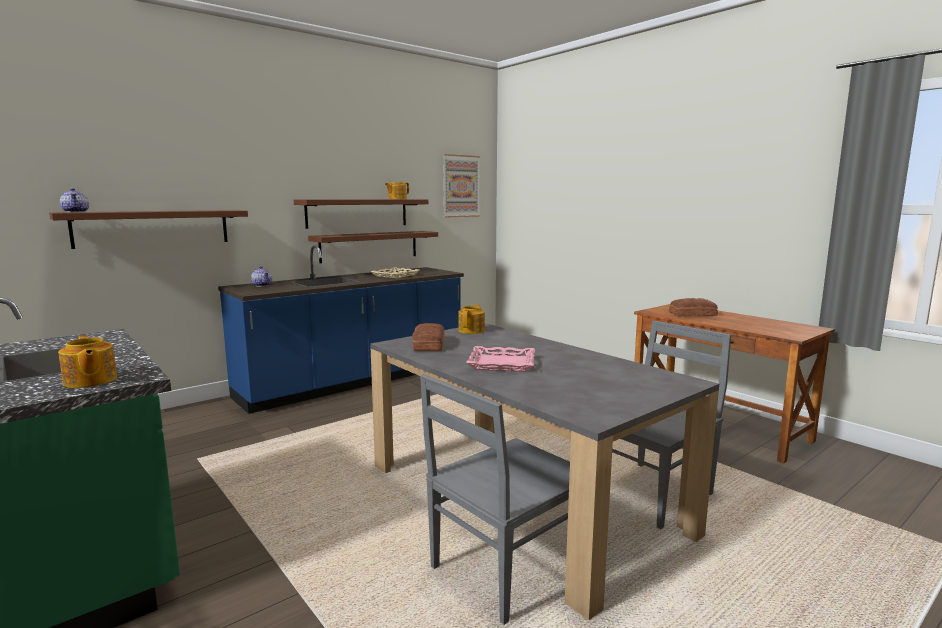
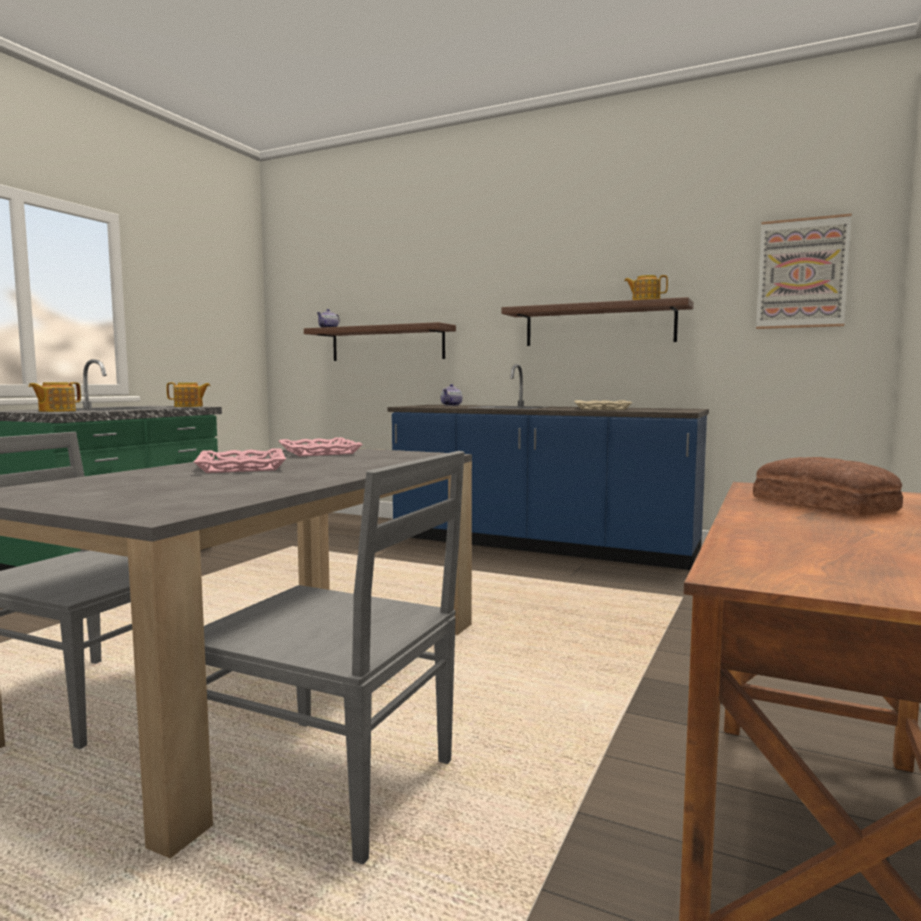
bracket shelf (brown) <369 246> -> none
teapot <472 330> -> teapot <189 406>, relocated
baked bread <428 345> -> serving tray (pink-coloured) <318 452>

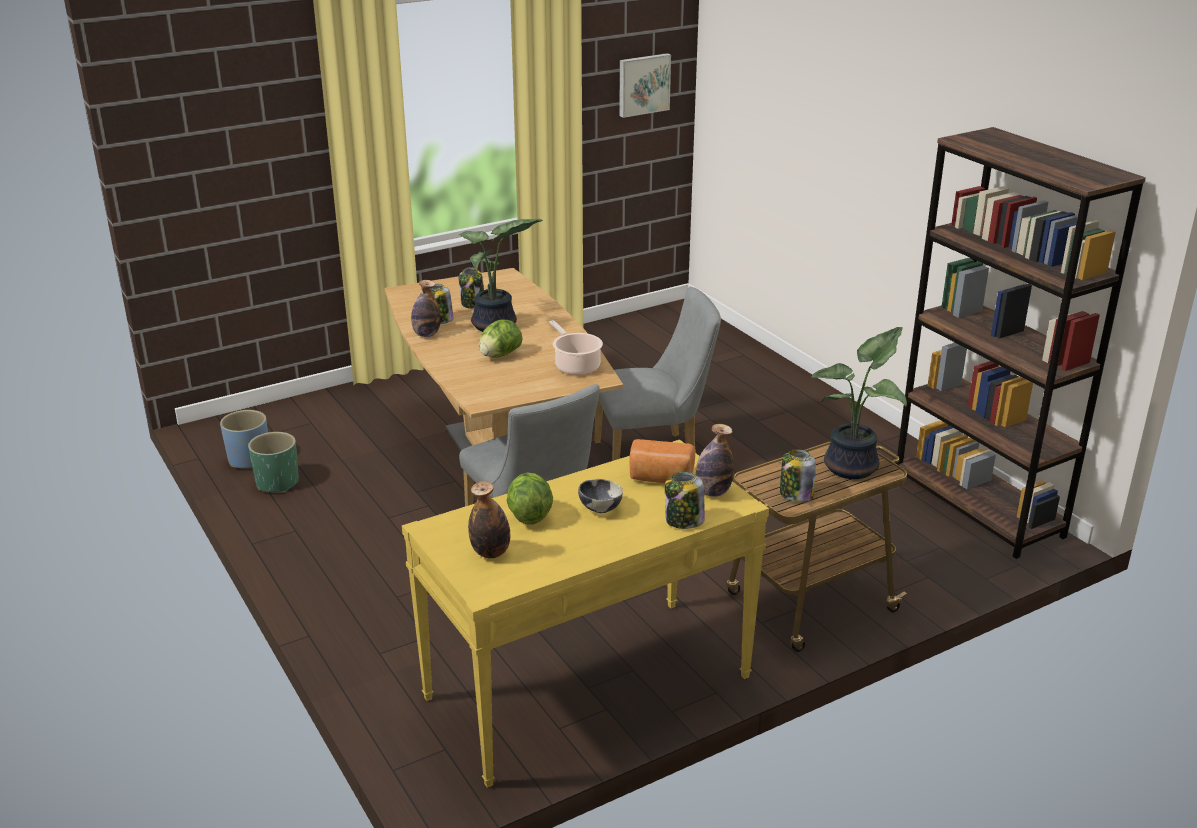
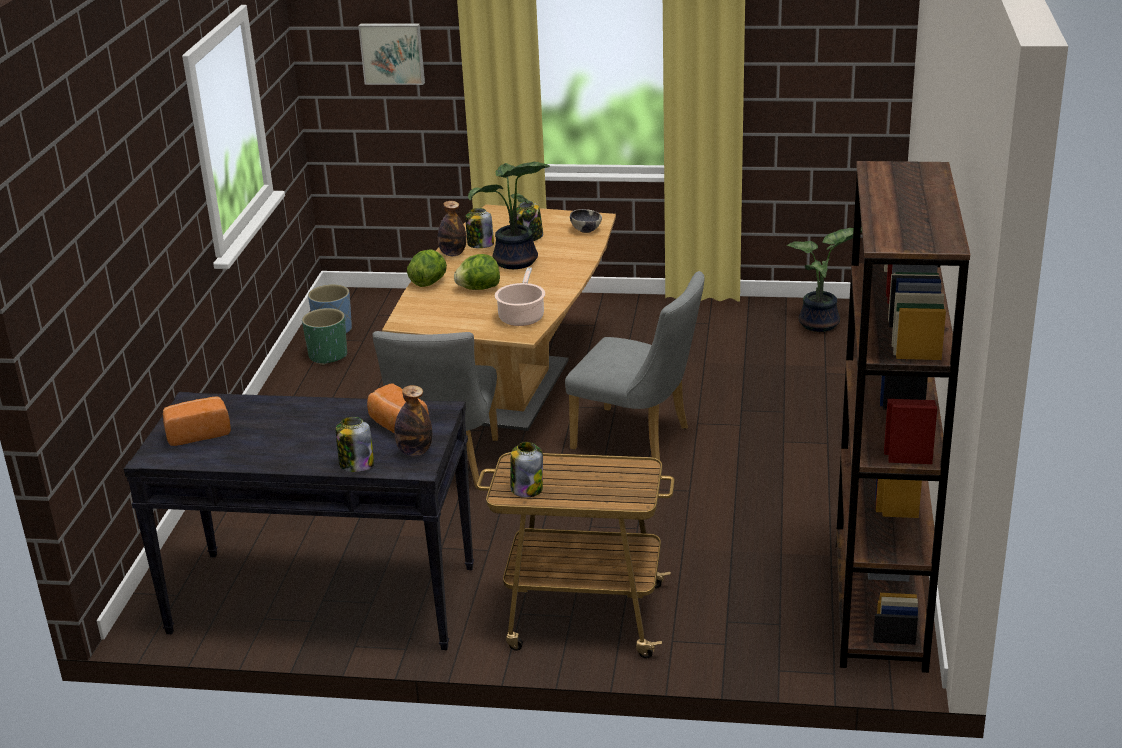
wall picture <643 84> -> wall picture <392 53>, relocated
plant in a pot <854 467> -> plant in a pot <821 325>, relocated
hall table (yellowish) <587 688> -> hall table (black-coloured) <322 600>
lettuce <529 515> -> lettuce <429 282>, relocated
bowl <600 508> -> bowl <586 230>, relocated
drink bottle <491 552> -> baked bread <198 433>

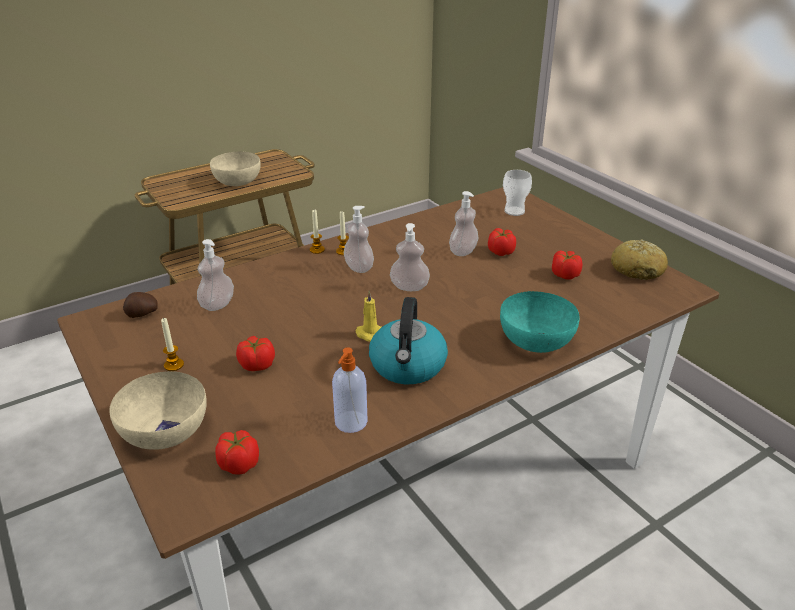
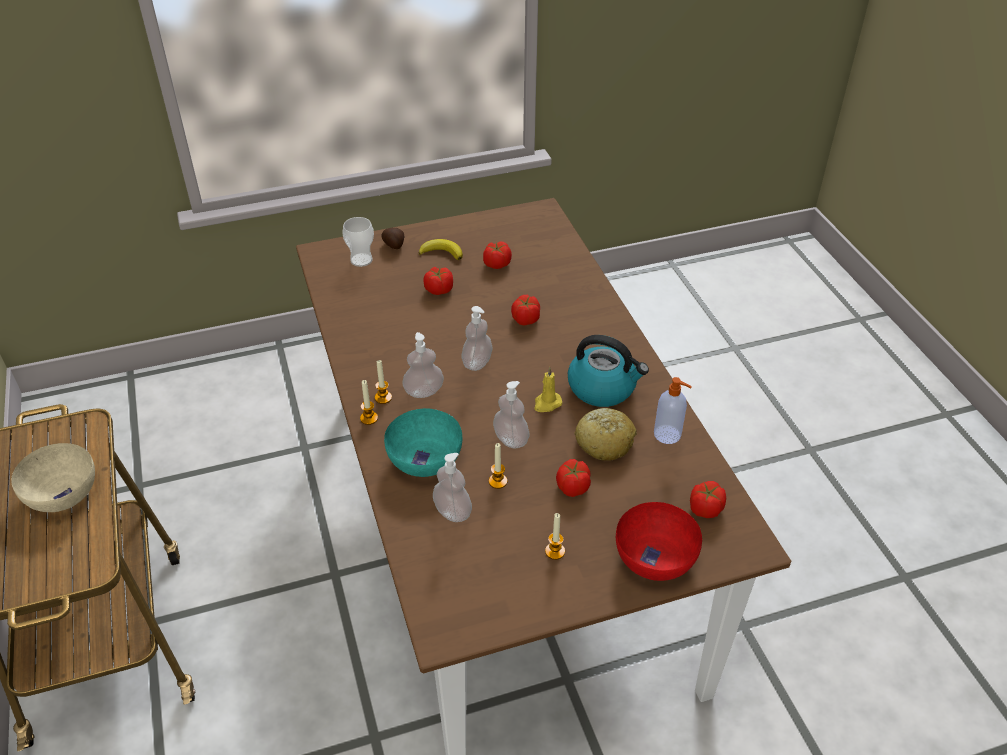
soap bottle <463 251> -> soap bottle <511 439>, relocated
baked bread <637 270> -> baked bread <604 442>, relocated
bowl (turquoise-coloured) <535 340> -> bowl (turquoise-coloured) <425 460>, relocated
spud <142 314> -> spud <394 245>, relocated
bowl (beige-coloured) <164 431> -> bowl (red-coloured) <655 559>
none -> banana <442 252>
none -> whole tomato <525 319>
none -> wax candle <498 481>

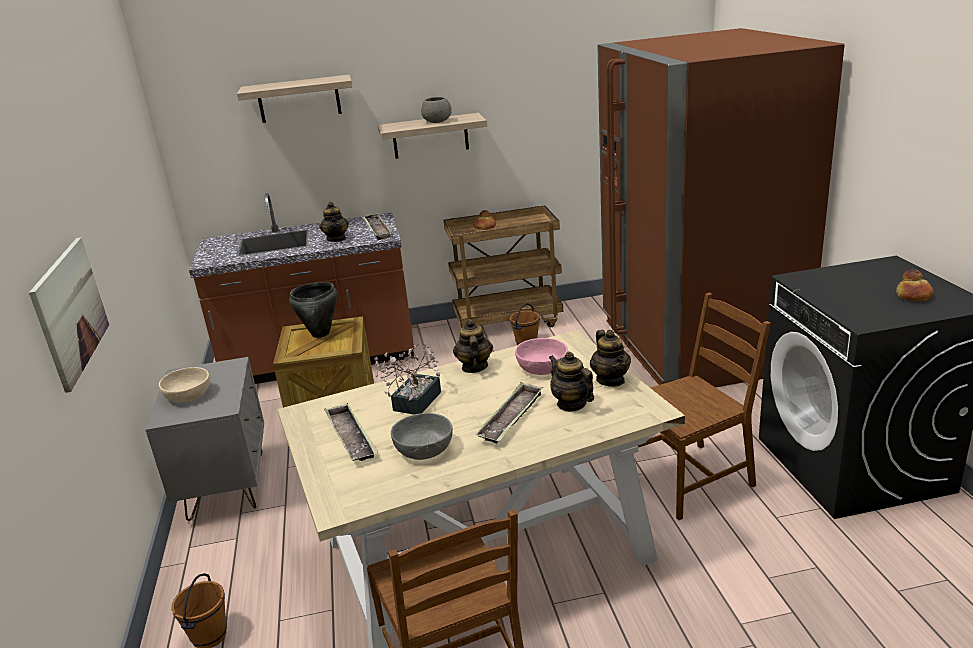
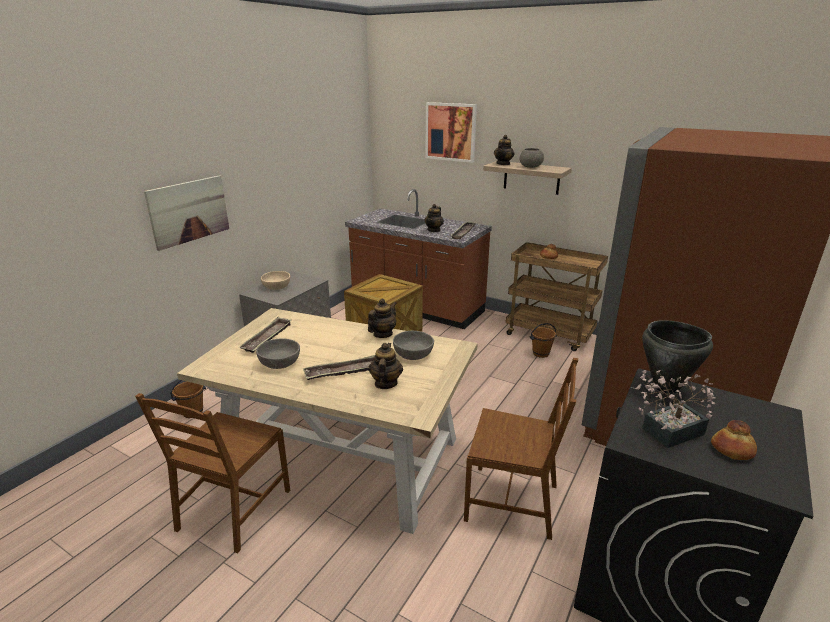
bracket shelf <299 99> -> wall picture <450 132>
saucepot (black-coloured) <321 333> -> saucepot (black-coloured) <666 387>, relocated
teapot <610 380> -> teapot <503 164>, relocated
bowl (pink-coloured) <542 367> -> bowl (greyish) <413 354>
plant in a pot <413 404> -> plant in a pot <667 433>, relocated

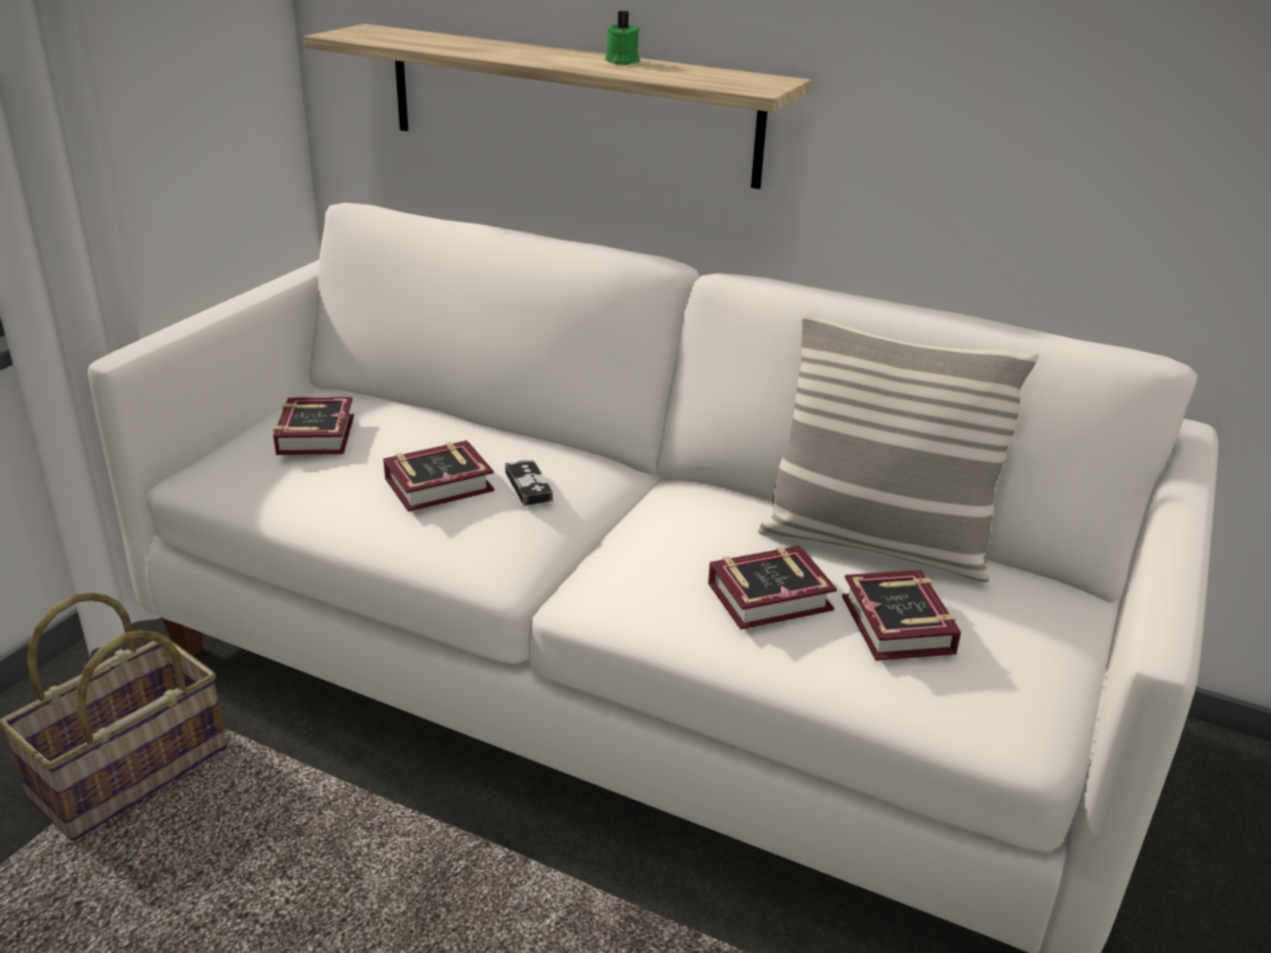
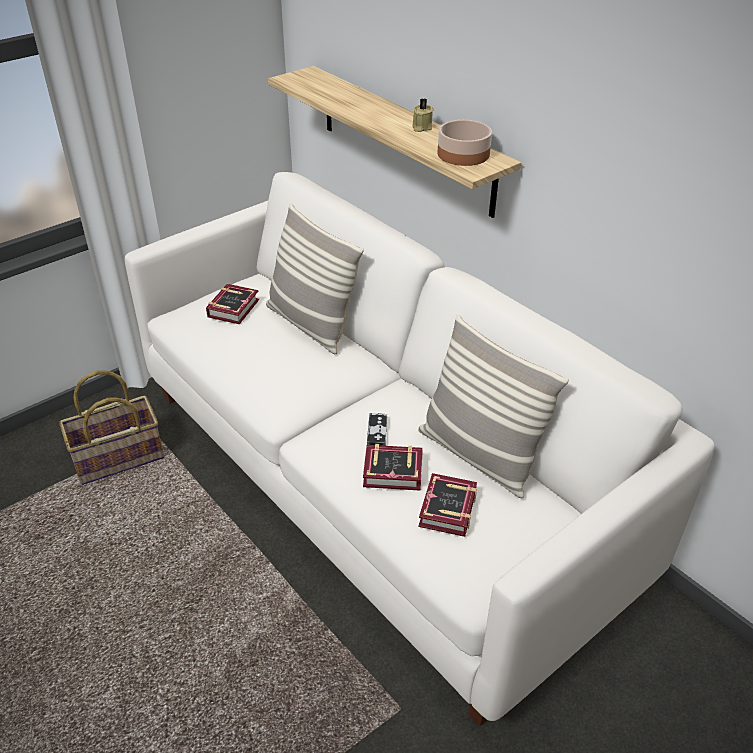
wax candle (green-coloured) <621 61> -> wax candle (beige-coloured) <421 127>
volume <444 485> -> none
gamepad <528 486> -> gamepad <377 432>, relocated
none -> bowl <462 154>
none -> pillow <311 325>

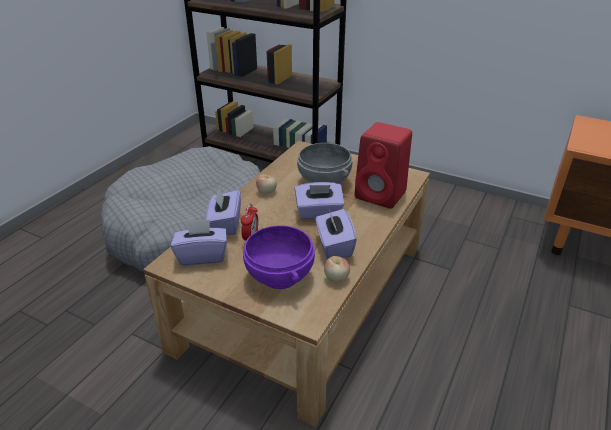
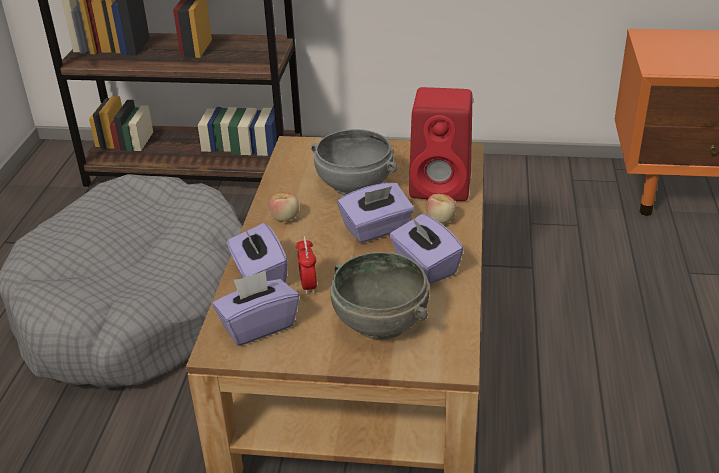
bowl (purplish) <281 275> -> bowl (greyish) <381 321>
apple <336 278> -> apple <440 220>, relocated

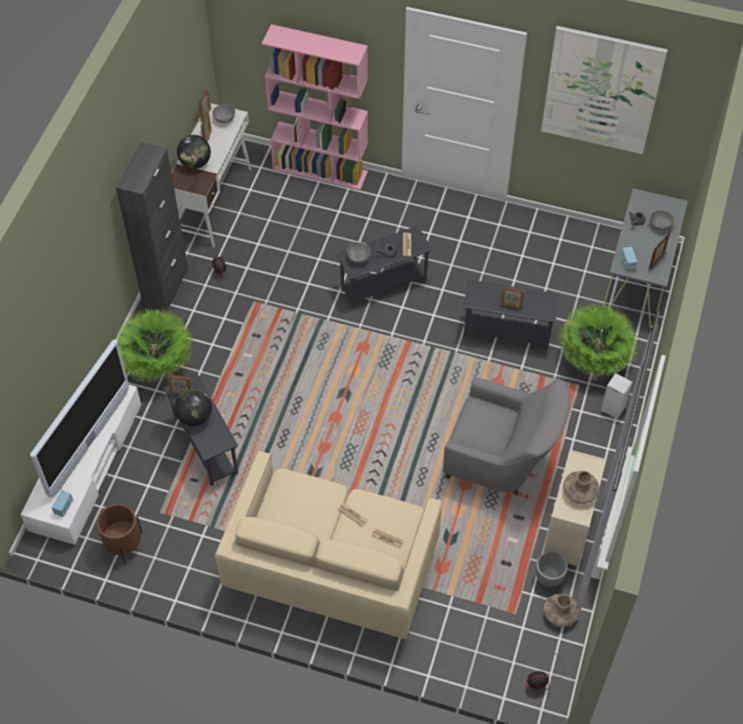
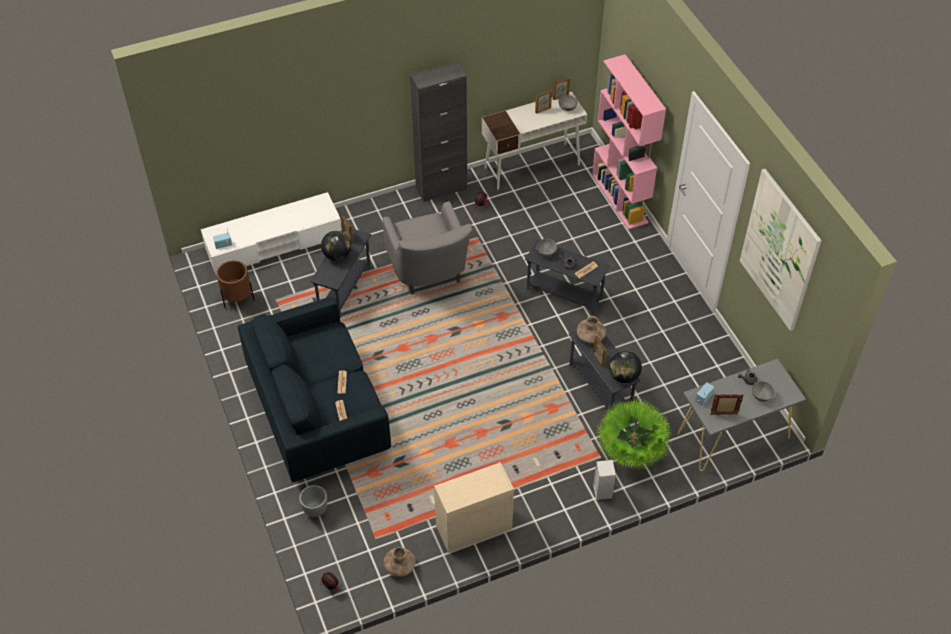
desk globe <195 163> -> desk globe <623 376>, relocated
plant in a pot <157 366> -> none
TV set <90 443> -> none
lounge chair (greyish) <502 461> -> lounge chair (greyish) <429 273>, relocated
settee (beige-coloured) <332 565> -> settee (bluish) <319 412>
vase (brown) <580 492> -> vase (brown) <590 336>, relocated
planter (greyish) <548 577> -> planter (greyish) <315 509>, relocated

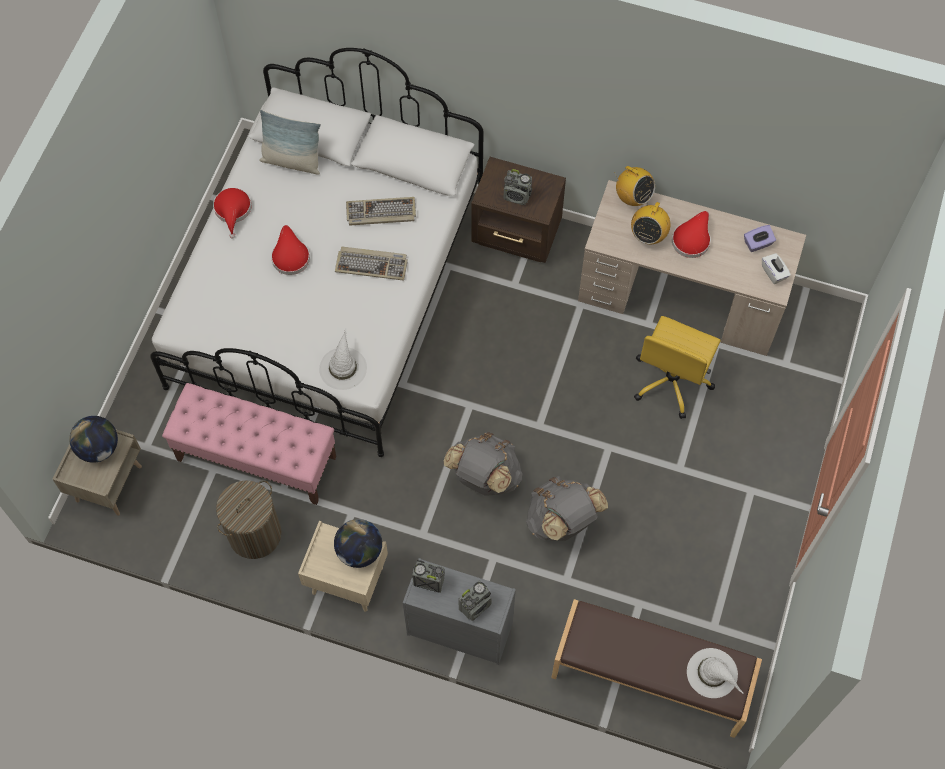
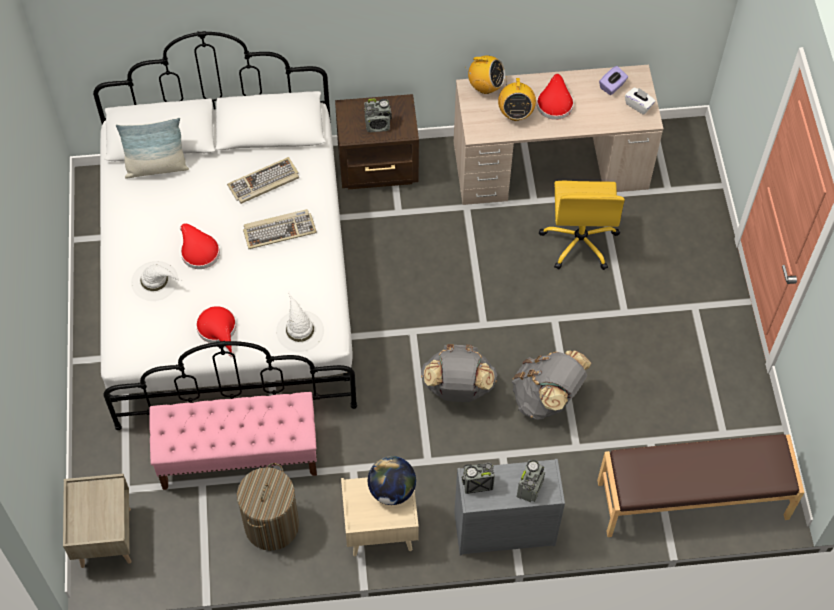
clothing hat (red-coloured) <233 211> -> clothing hat (red-coloured) <218 330>, relocated
desk globe <99 448> -> none
clothing hat (white-coloured) <713 673> -> clothing hat (white-coloured) <155 281>, relocated

